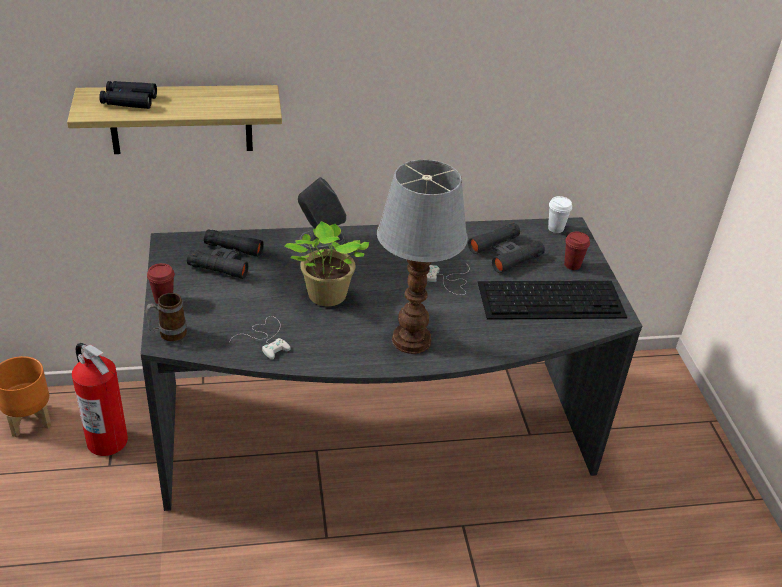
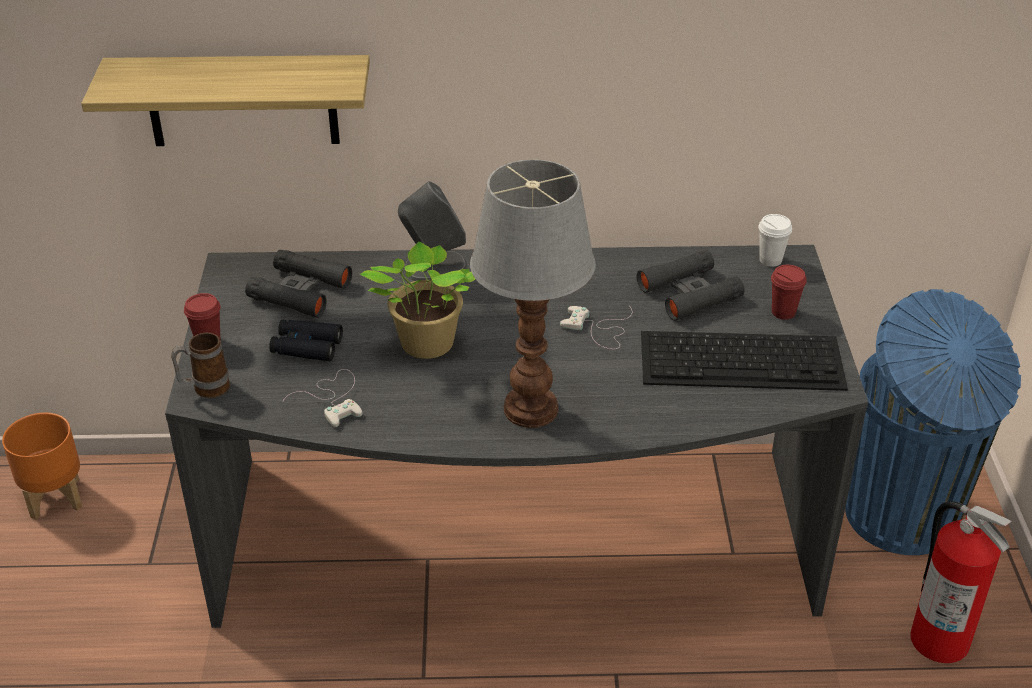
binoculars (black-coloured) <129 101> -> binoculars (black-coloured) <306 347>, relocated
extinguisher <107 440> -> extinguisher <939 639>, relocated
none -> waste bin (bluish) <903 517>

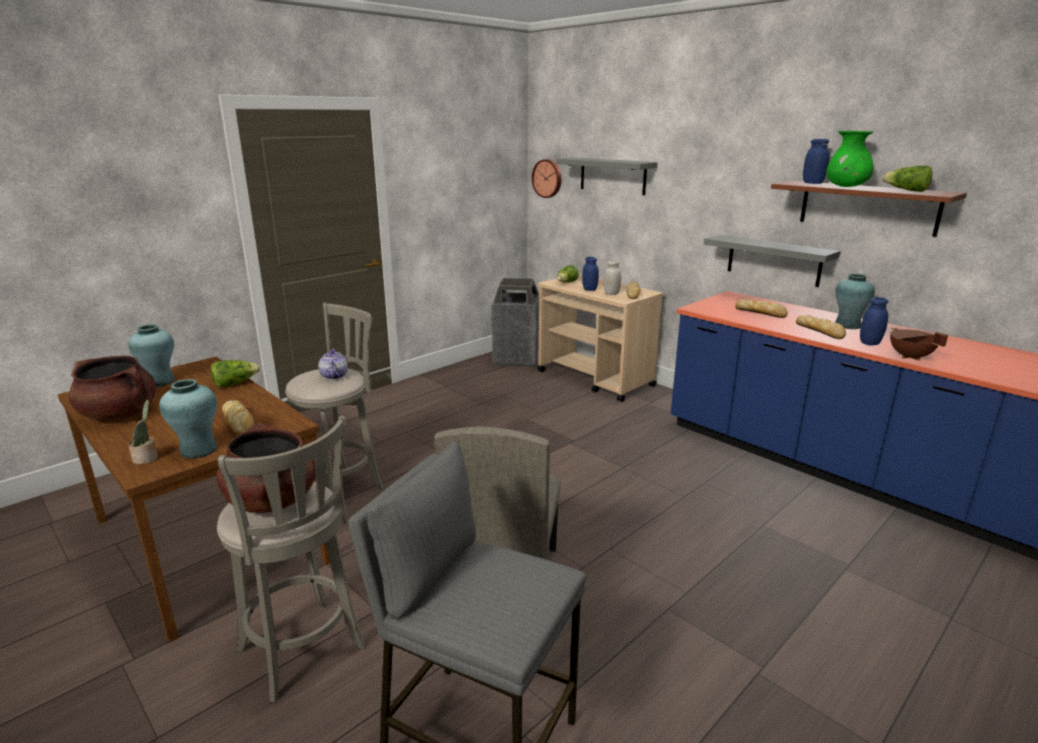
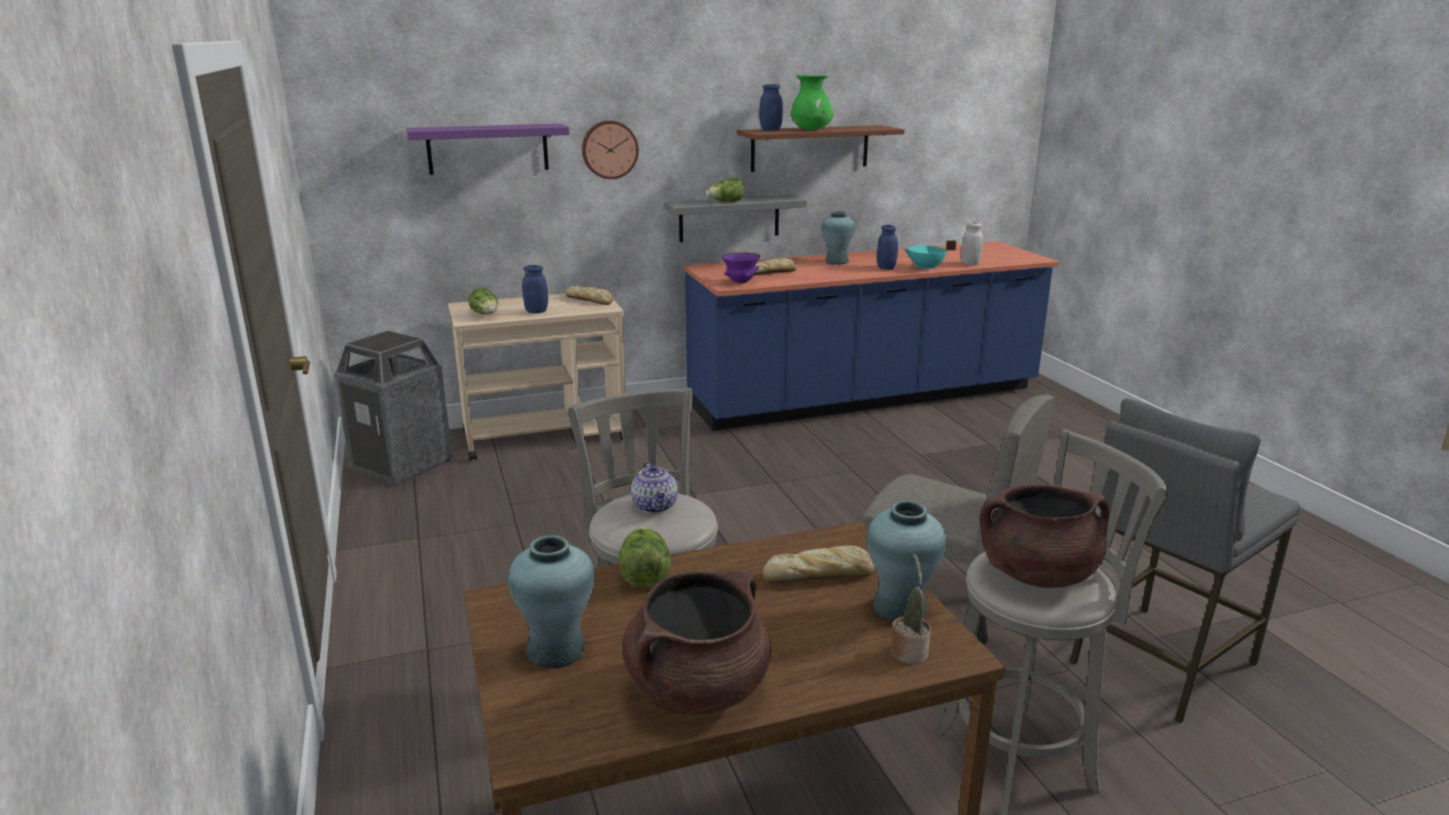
bracket shelf (greyish) <612 175> -> bracket shelf (purplish) <488 148>
wall clock <547 178> -> wall clock <609 149>, relocated
lettuce <906 191> -> lettuce <725 202>, relocated
storage jar (white-coloured) <611 294> -> storage jar (white-coloured) <970 264>, relocated
baked bread <820 331> -> none
saucepot (brown) <909 357> -> saucepot (turquoise-coloured) <926 268>
teapot <333 376> -> teapot <655 506>, 120 degrees counterclockwise
none -> bowl (purplish) <741 282>

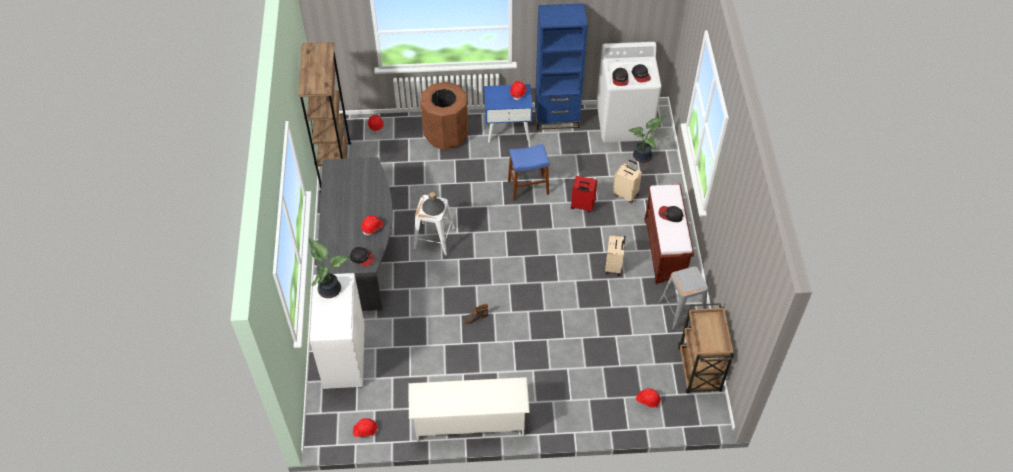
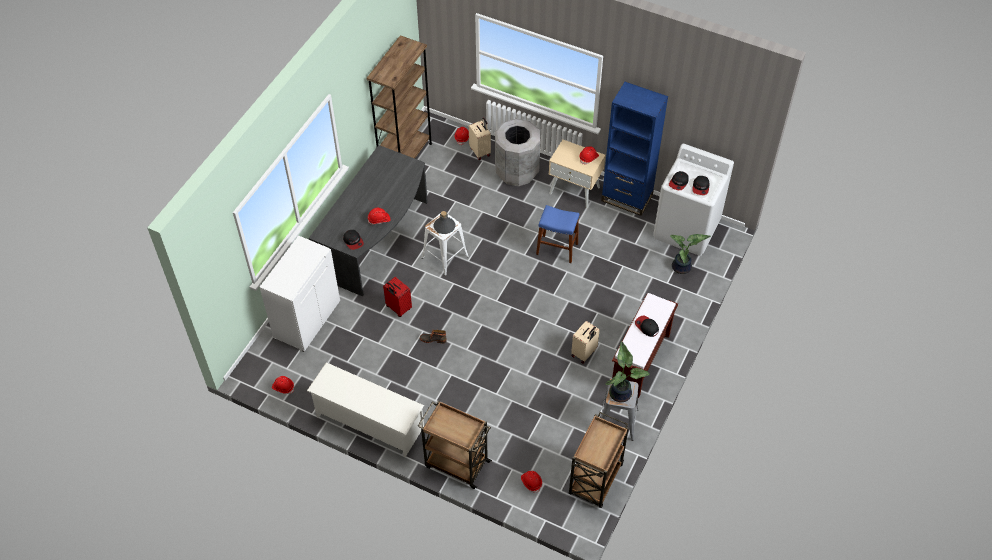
waste bin (brown) <446 135> -> waste bin (greyish) <517 171>
night table (bluish) <508 130> -> night table (beige-coloured) <575 190>
travel case (beige-coloured) <626 194> -> travel case (beige-coloured) <480 151>, relocated
travel case (red-coloured) <582 206> -> travel case (red-coloured) <398 308>, relocated
plant in a pot <330 288> -> plant in a pot <621 392>, relocated
none -> cart (brown) <456 463>

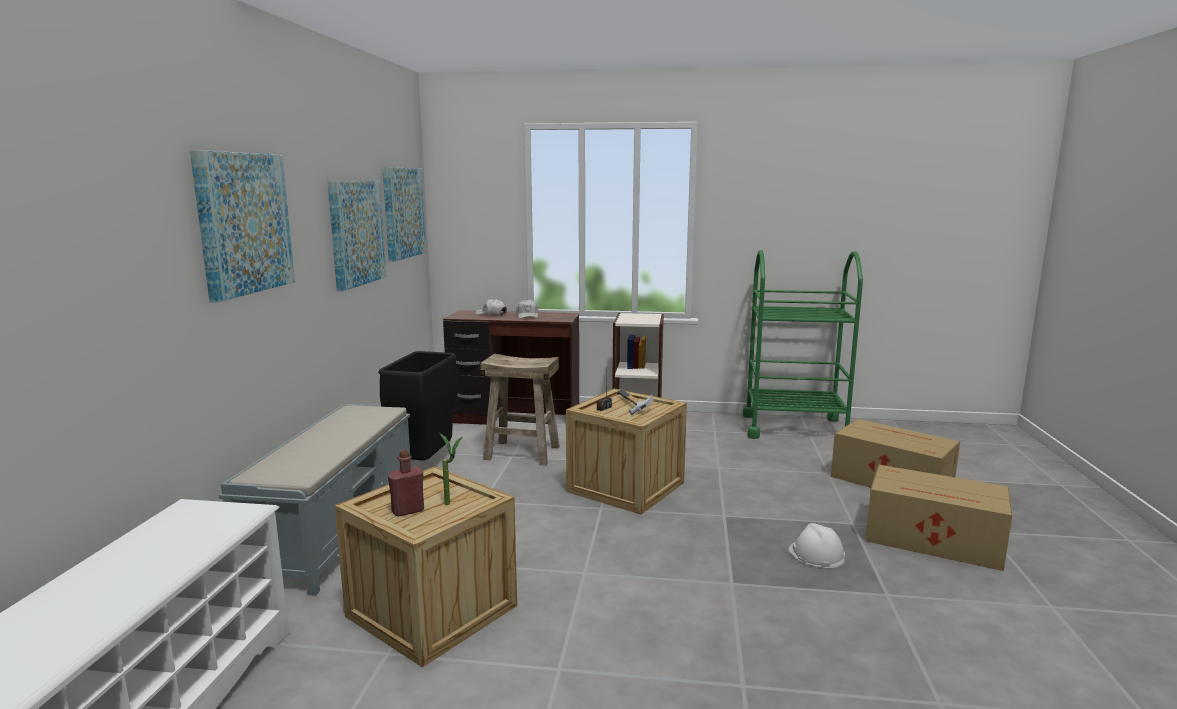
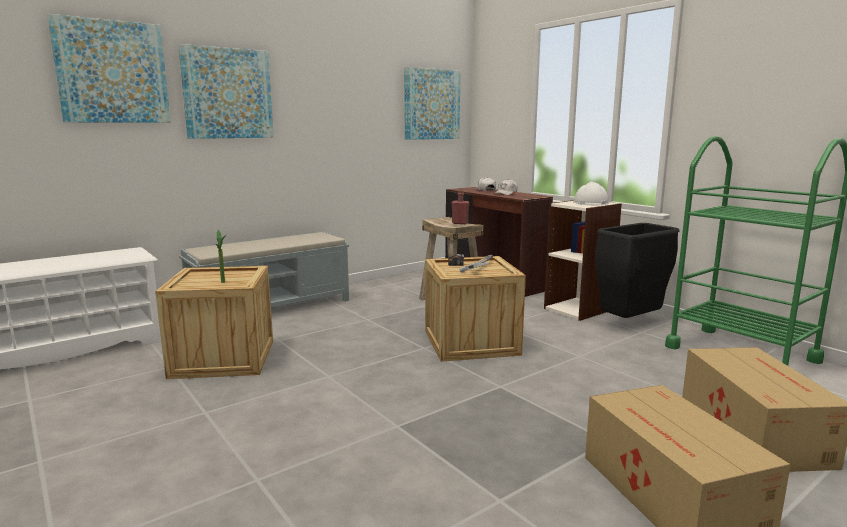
wall picture <356 233> -> wall picture <112 72>, relocated
waste bin (black-coloured) <424 464> -> waste bin (black-coloured) <628 323>, relocated
drink bottle (red-coloured) <408 511> -> drink bottle (red-coloured) <460 223>, relocated
hard hat (white-coloured) <816 554> -> hard hat (white-coloured) <590 203>, relocated

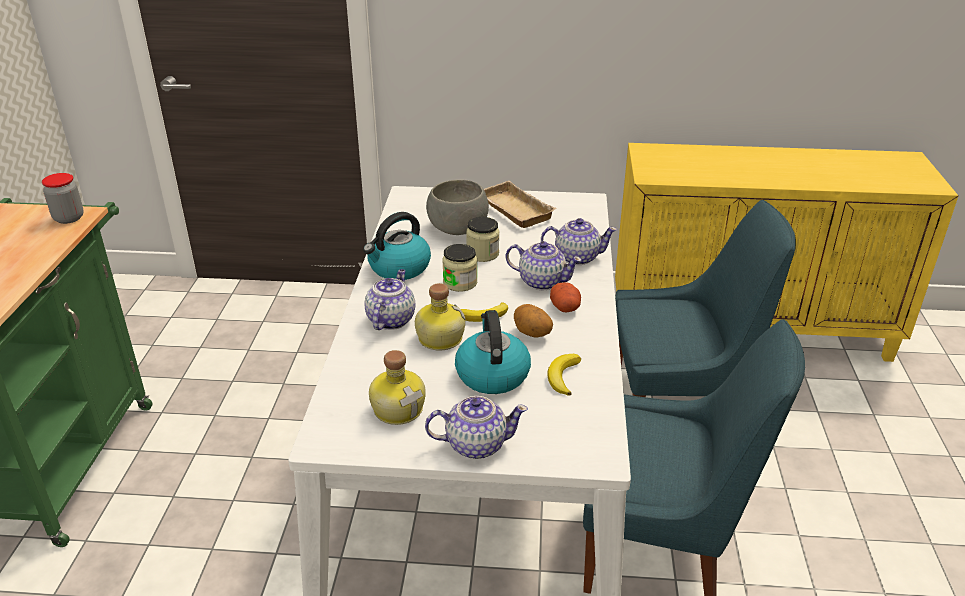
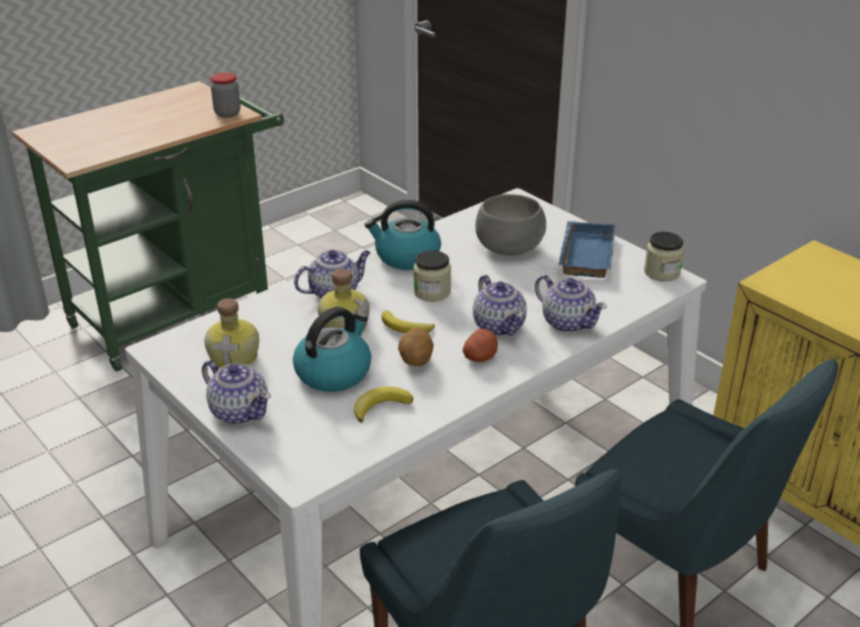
serving tray (beige-coloured) <512 210> -> serving tray (bluish) <584 254>
storage jar <482 254> -> storage jar <661 272>, relocated

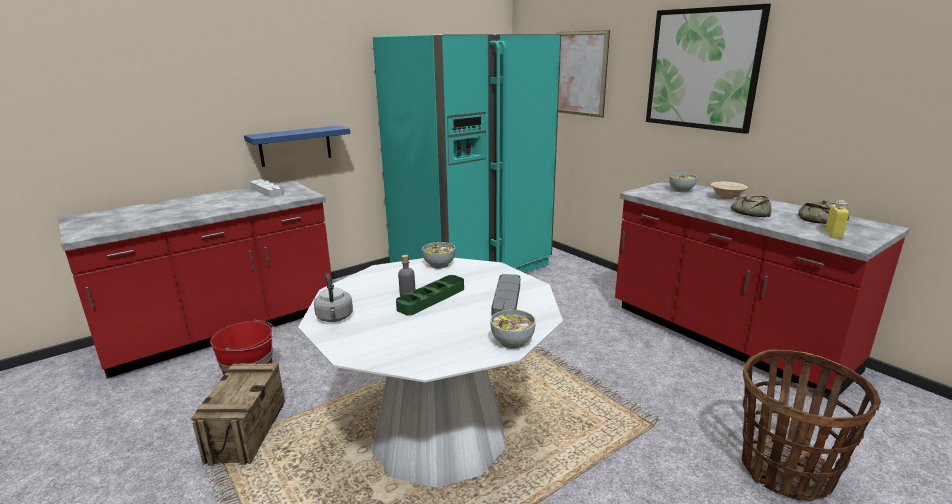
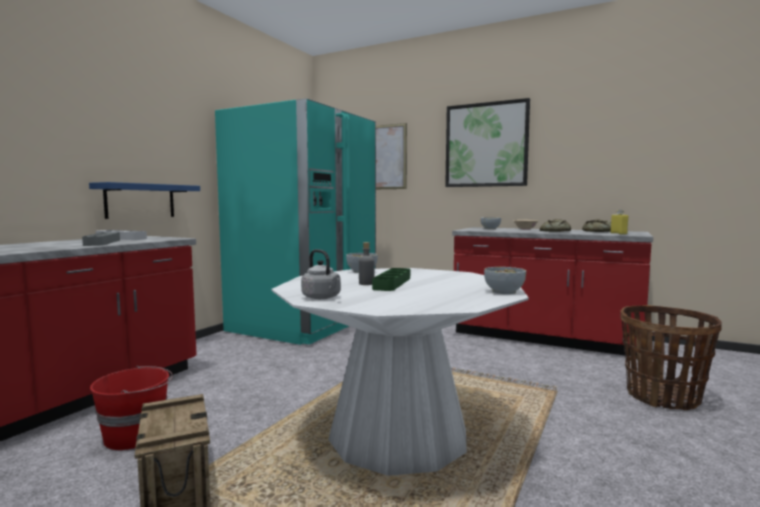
serving tray (greyish) <506 300> -> serving tray (greyish) <102 242>, relocated

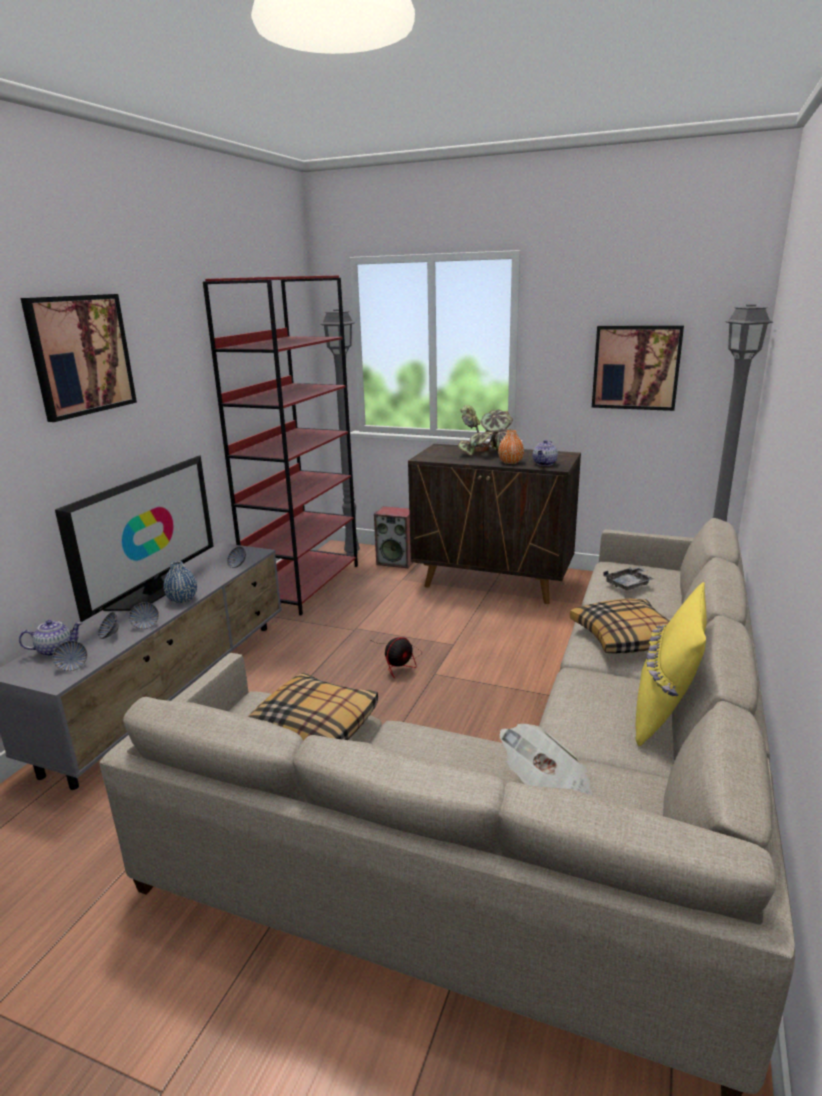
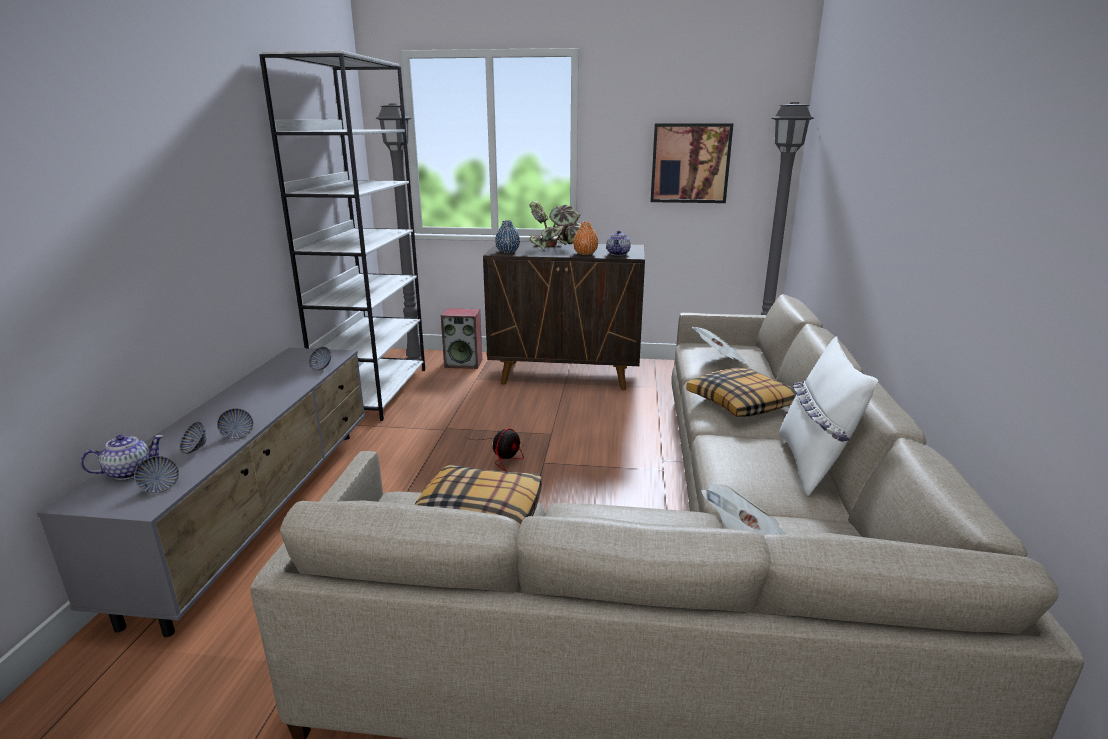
bookshelf (red-coloured) <304 584> -> bookshelf (white-coloured) <374 391>
wall picture <81 355> -> none
TV set <154 591> -> none
vase (bluish) <182 599> -> vase (bluish) <507 251>, relocated
serving tray (greyish) <629 584> -> printed paper <718 359>
pillow (yellowish) <664 713> -> pillow (white-coloured) <812 464>

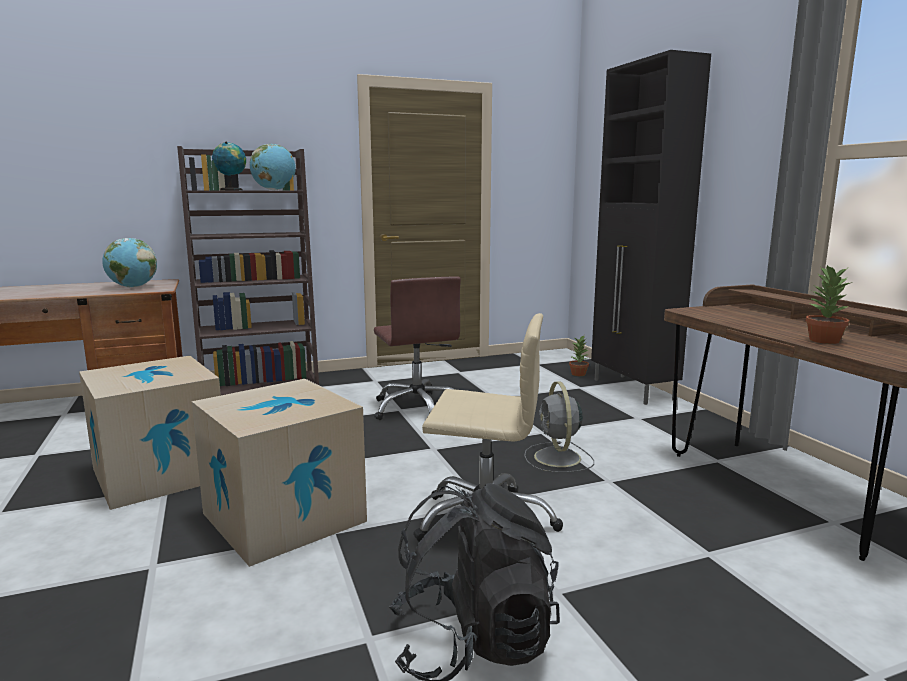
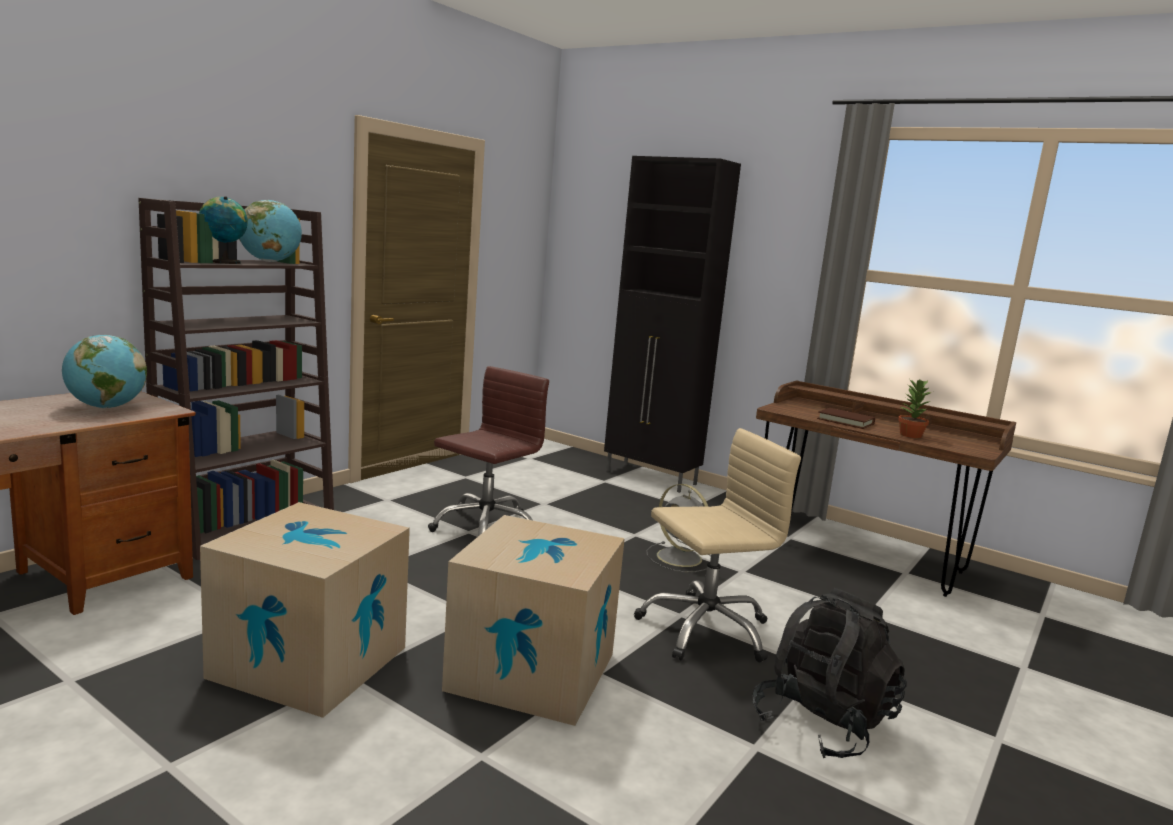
office chair (brown) <418 408> -> office chair (brown) <485 527>, 90 degrees counterclockwise
plant in a pot <578 374> -> none
none -> volume (brown) <845 421>

